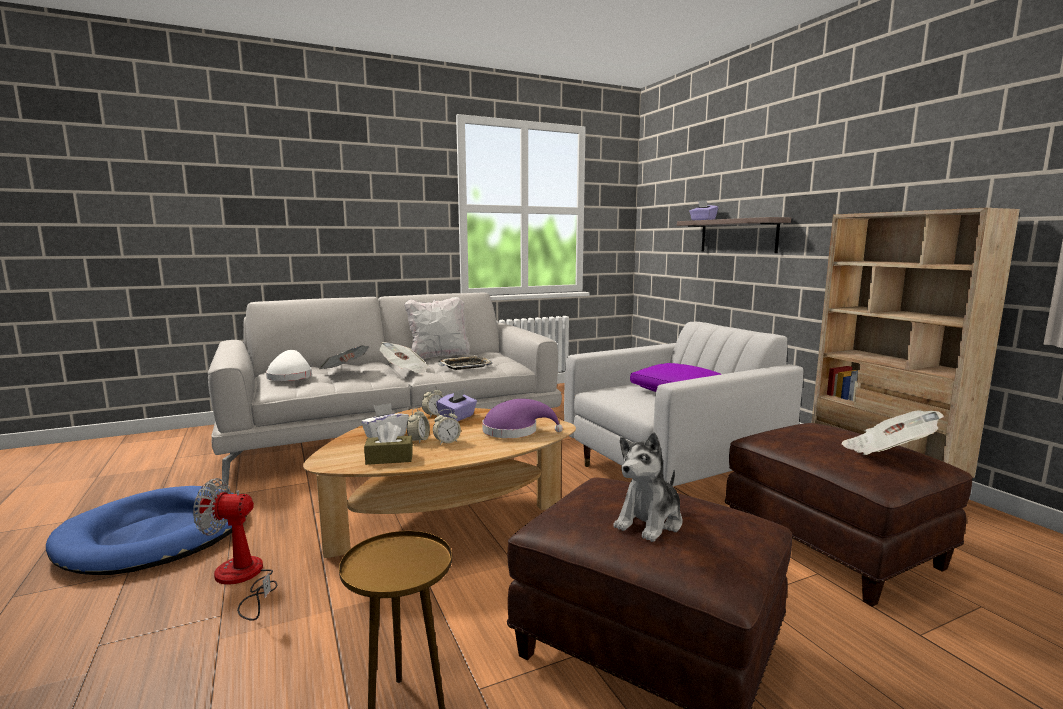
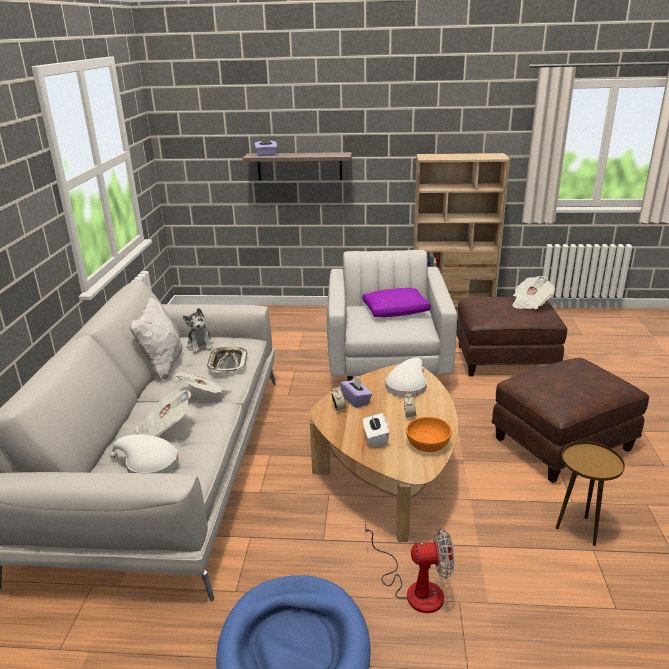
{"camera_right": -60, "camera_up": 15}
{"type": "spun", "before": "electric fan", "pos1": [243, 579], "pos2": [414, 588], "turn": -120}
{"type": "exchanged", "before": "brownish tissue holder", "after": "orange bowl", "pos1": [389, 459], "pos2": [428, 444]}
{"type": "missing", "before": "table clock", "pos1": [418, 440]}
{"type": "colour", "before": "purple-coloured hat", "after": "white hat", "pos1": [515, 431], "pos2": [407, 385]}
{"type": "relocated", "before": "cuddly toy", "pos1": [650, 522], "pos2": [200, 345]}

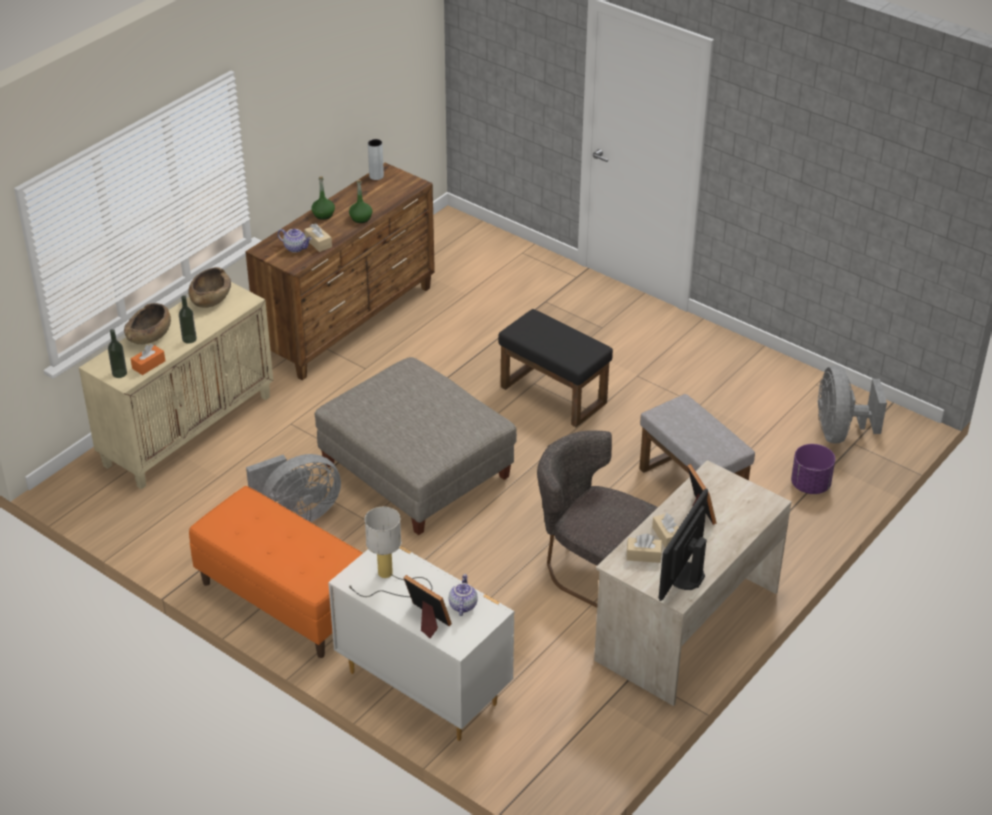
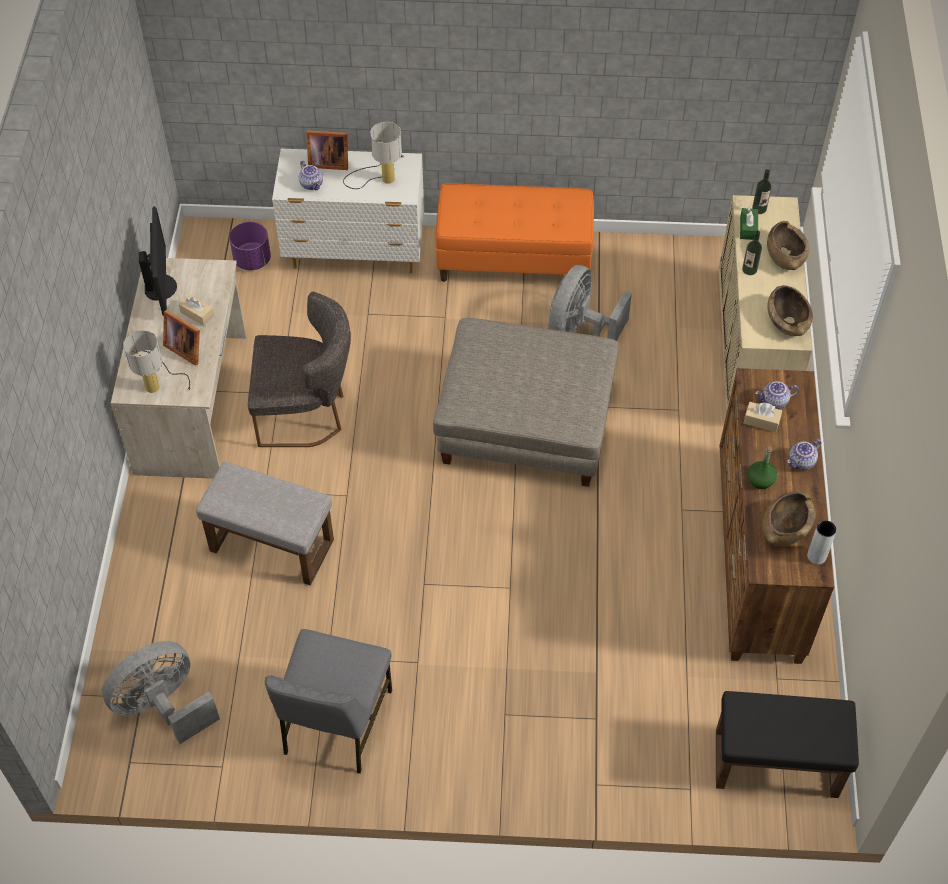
{"camera_right": 145, "camera_up": 15}
{"type": "colour", "before": "orange tissue holder", "after": "green tissue holder", "pos1": [148, 365], "pos2": [748, 228]}
{"type": "exchanged", "before": "green bottle", "after": "tea pot", "pos1": [323, 215], "pos2": [801, 462]}
{"type": "relocated", "before": "blackish ottoman", "pos1": [555, 395], "pos2": [774, 765]}
{"type": "missing", "before": "beige tissue holder", "pos1": [643, 555]}
{"type": "relocated", "before": "purple-coloured plant pot", "pos1": [810, 485], "pos2": [252, 260]}
{"type": "spun", "before": "grey electric fan", "pos1": [839, 432], "pos2": [163, 706], "turn": -90}
{"type": "appeared", "after": "tabletop lamp", "pos2": [155, 379]}
{"type": "appeared", "after": "grey chair", "pos2": [335, 723]}
{"type": "appeared", "after": "brownish bowl", "pos2": [785, 527]}

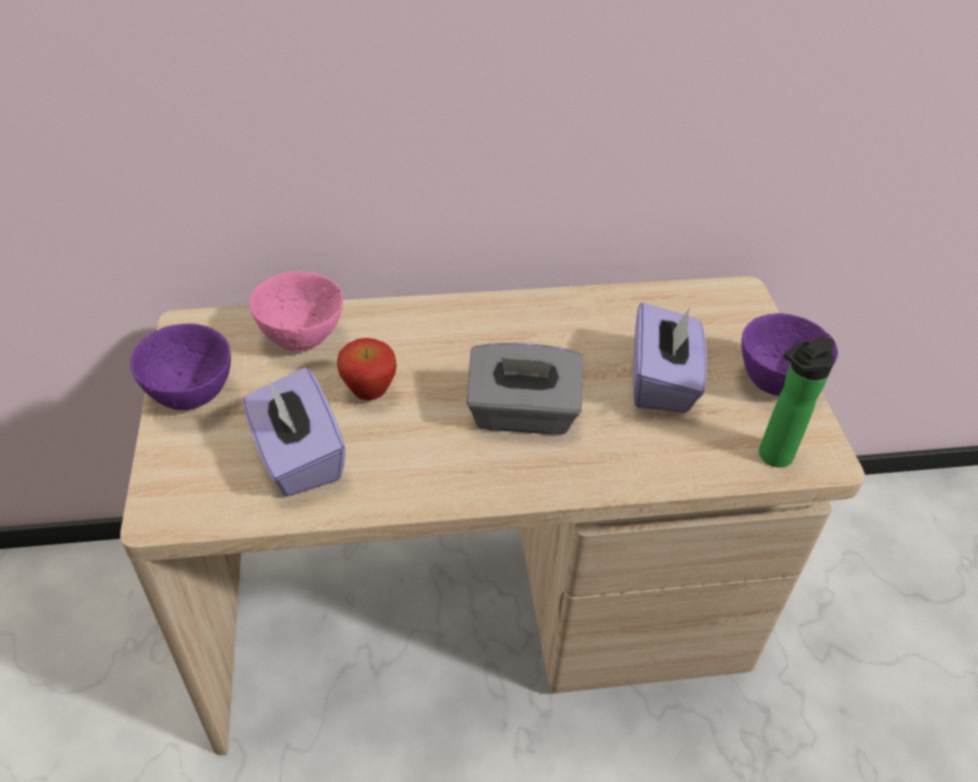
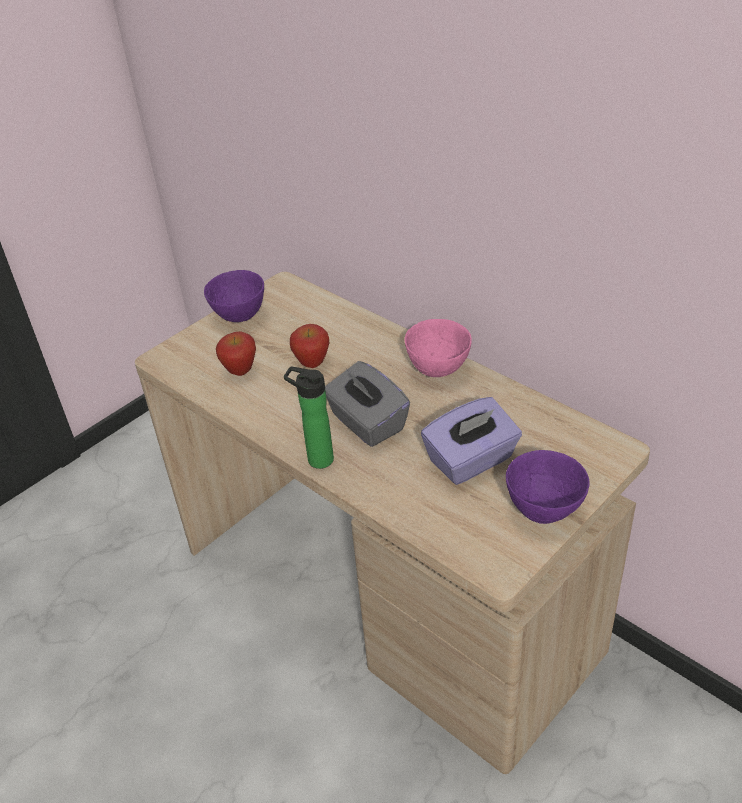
{"camera_right": 55, "camera_up": -5}
{"type": "exchanged", "before": "purple-coloured tissue holder", "after": "whole apple", "pos1": [297, 457], "pos2": [240, 371]}
{"type": "relocated", "before": "pink-coloured bowl", "pos1": [302, 338], "pos2": [439, 369]}
{"type": "relocated", "before": "bottle", "pos1": [771, 457], "pos2": [316, 459]}

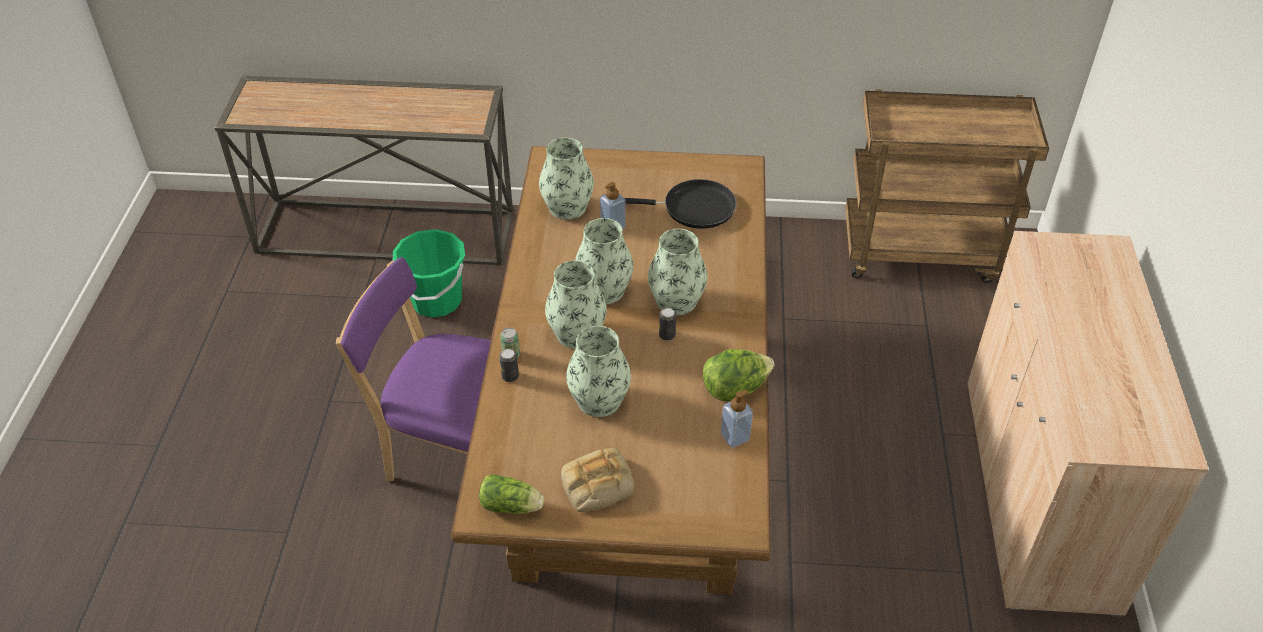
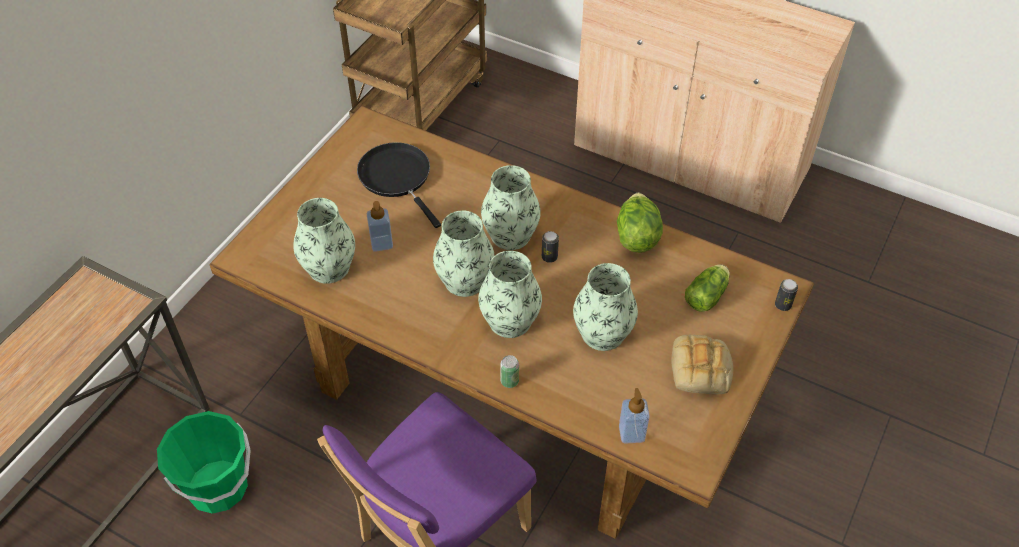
{"camera_right": -65, "camera_up": 5}
{"type": "relocated", "before": "lettuce", "pos1": [513, 506], "pos2": [707, 295]}
{"type": "relocated", "before": "metal can", "pos1": [510, 376], "pos2": [783, 305]}
{"type": "spun", "before": "blackish pan", "pos1": [693, 208], "pos2": [397, 178], "turn": -60}
{"type": "relocated", "before": "liquid soap bottle", "pos1": [735, 437], "pos2": [631, 433]}

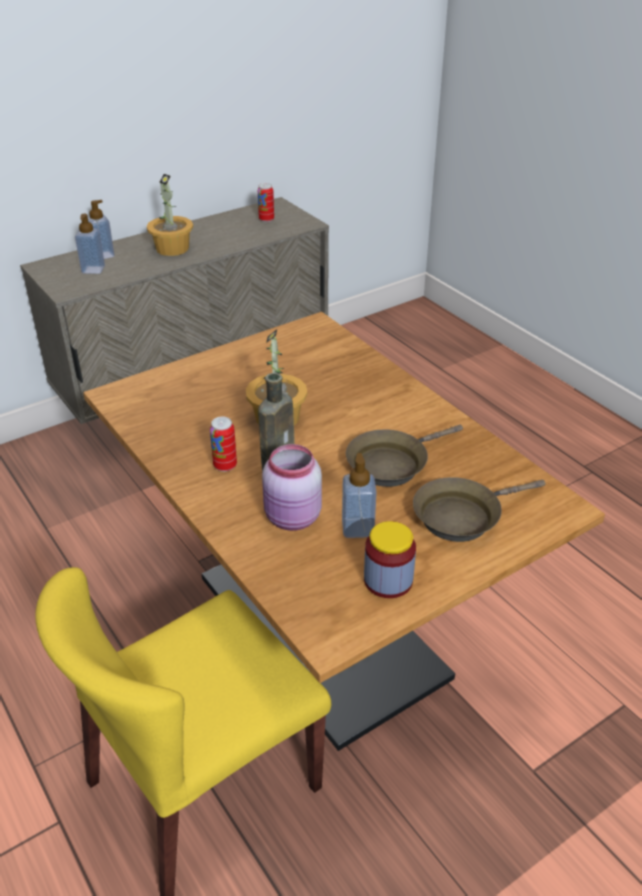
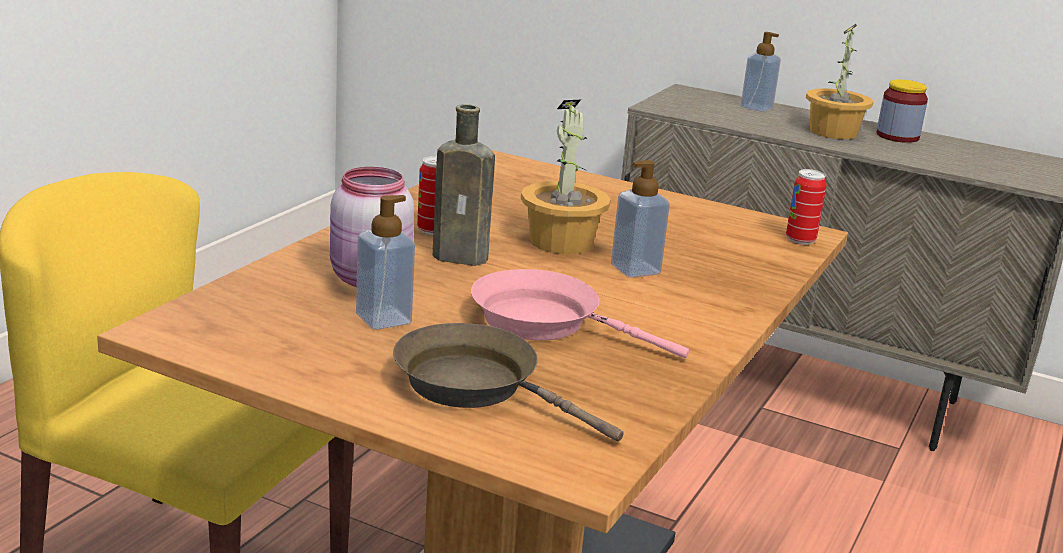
{"camera_right": 60, "camera_up": -15}
{"type": "relocated", "before": "liquid soap bottle", "pos1": [93, 269], "pos2": [635, 269]}
{"type": "relocated", "before": "metal can", "pos1": [266, 219], "pos2": [800, 240]}
{"type": "colour", "before": "brownish pan", "after": "pink-coloured pan", "pos1": [392, 464], "pos2": [545, 322]}
{"type": "relocated", "before": "storage jar", "pos1": [388, 580], "pos2": [897, 136]}

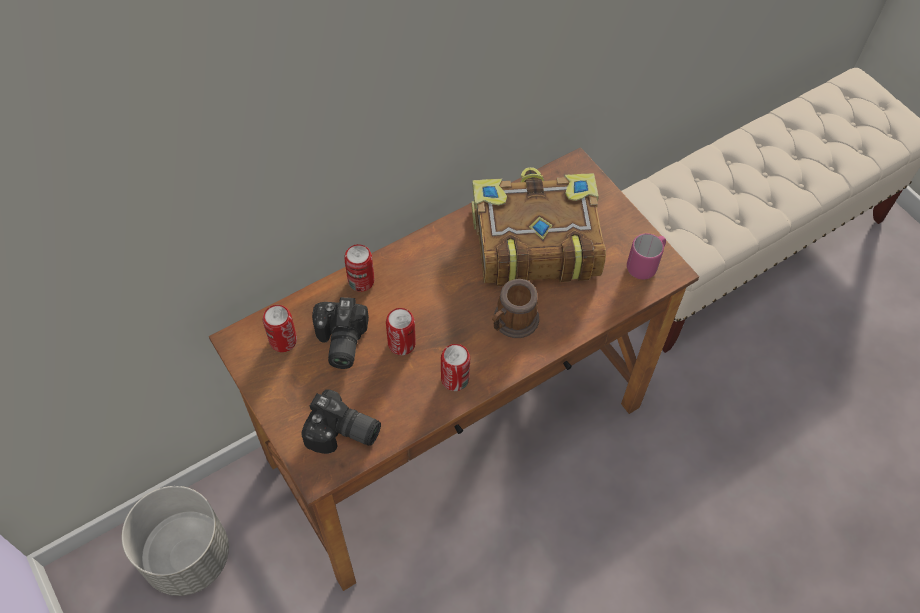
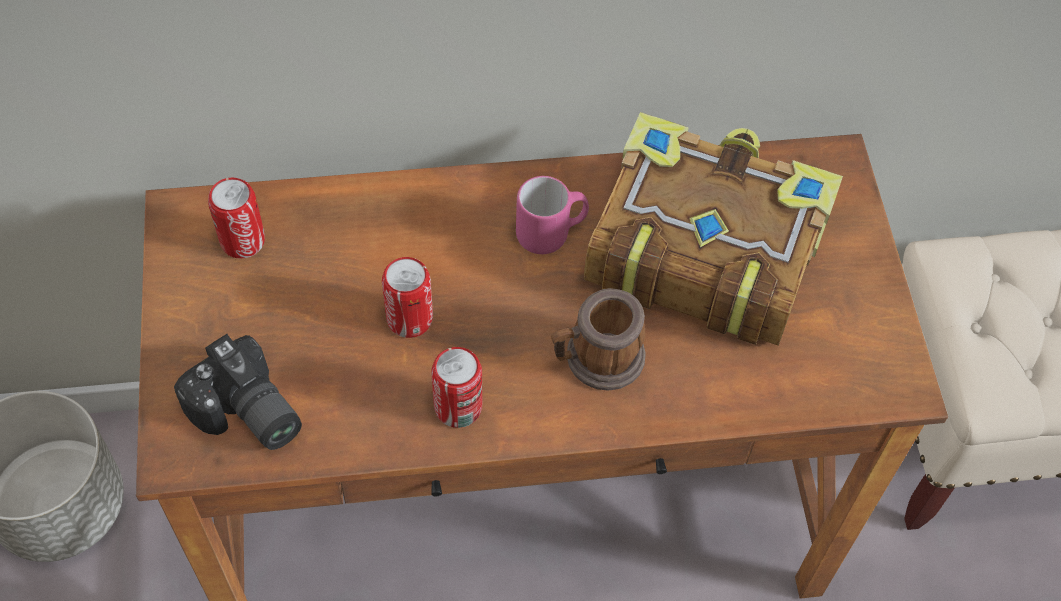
{"camera_right": 25, "camera_up": 0}
{"type": "missing", "before": "still camera", "pos1": [339, 342]}
{"type": "missing", "before": "metal can", "pos1": [361, 281]}
{"type": "relocated", "before": "pink-coloured coffee mug", "pos1": [645, 265], "pos2": [551, 233]}

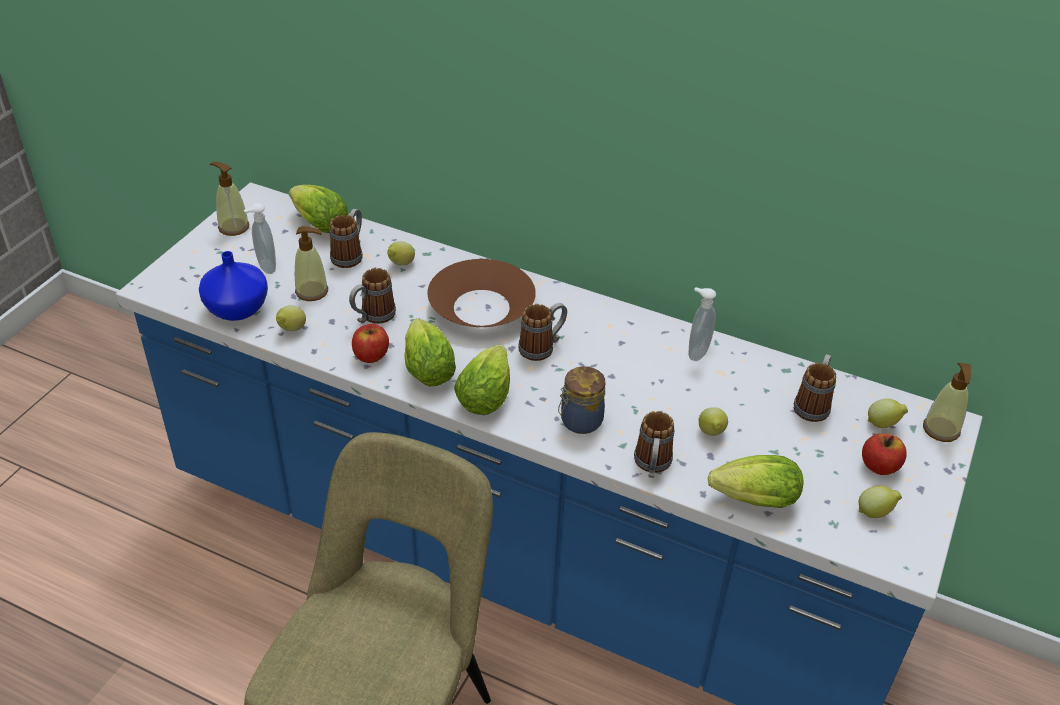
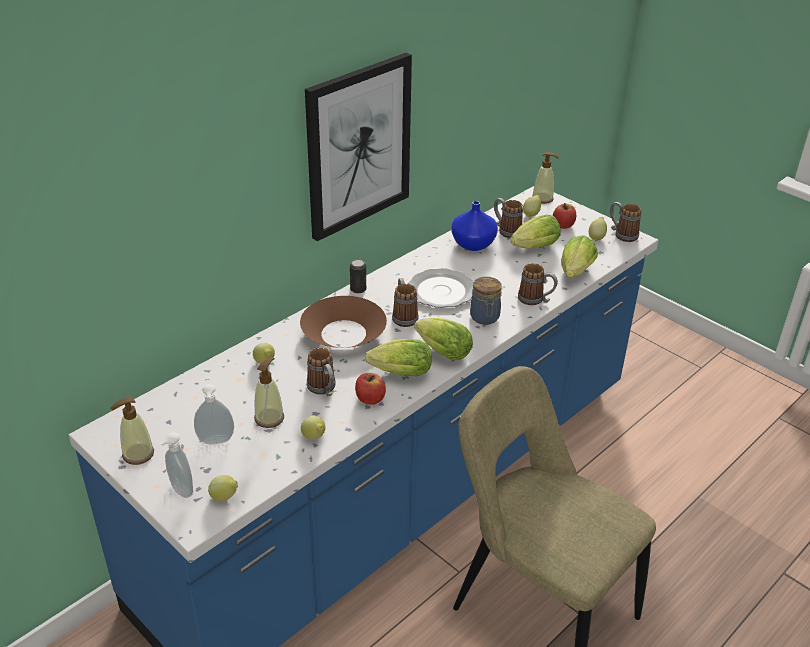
{"camera_right": -70, "camera_up": -5}
{"type": "relocated", "before": "bluish decorative vase", "pos1": [238, 308], "pos2": [472, 244]}
{"type": "relocated", "before": "lettuce", "pos1": [317, 223], "pos2": [532, 248]}
{"type": "relocated", "before": "coffee mug", "pos1": [350, 255], "pos2": [621, 234]}
{"type": "relocated", "before": "liquid soap bottle", "pos1": [696, 352], "pos2": [180, 491]}
{"type": "relocated", "before": "lemon", "pos1": [711, 433], "pos2": [225, 498]}
{"type": "appeared", "after": "wall art", "pos2": [358, 146]}
{"type": "appeared", "after": "metal can", "pos2": [358, 289]}
{"type": "appeared", "after": "dinner plate", "pos2": [440, 290]}

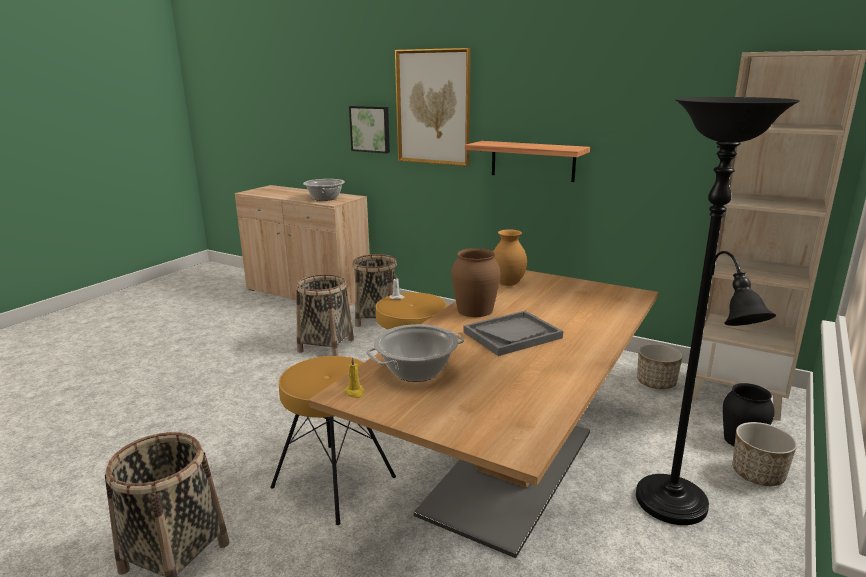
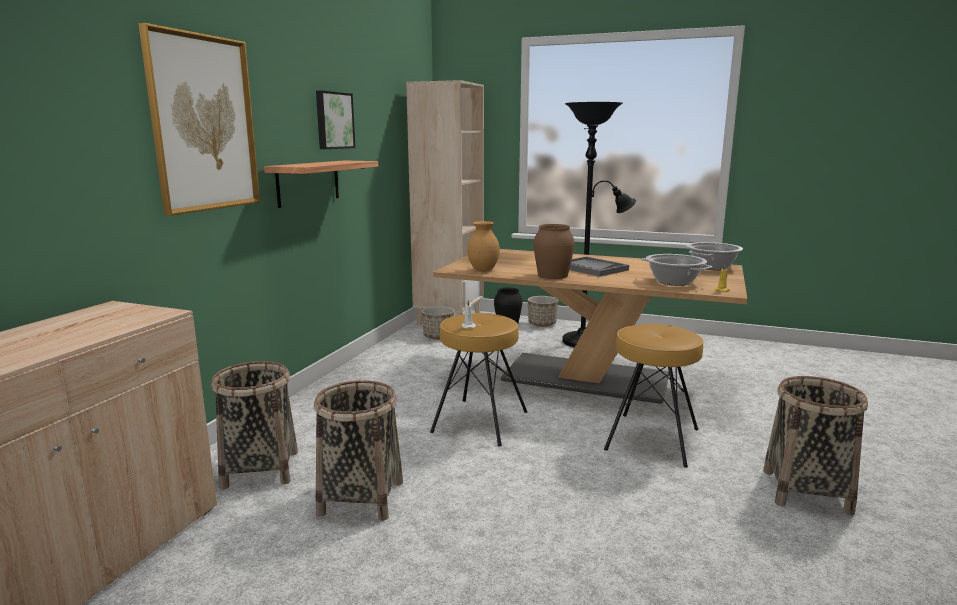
{"camera_right": -100, "camera_up": -5}
{"type": "relocated", "before": "cooking pot", "pos1": [325, 198], "pos2": [712, 267]}
{"type": "relocated", "before": "wall art", "pos1": [370, 129], "pos2": [333, 120]}

